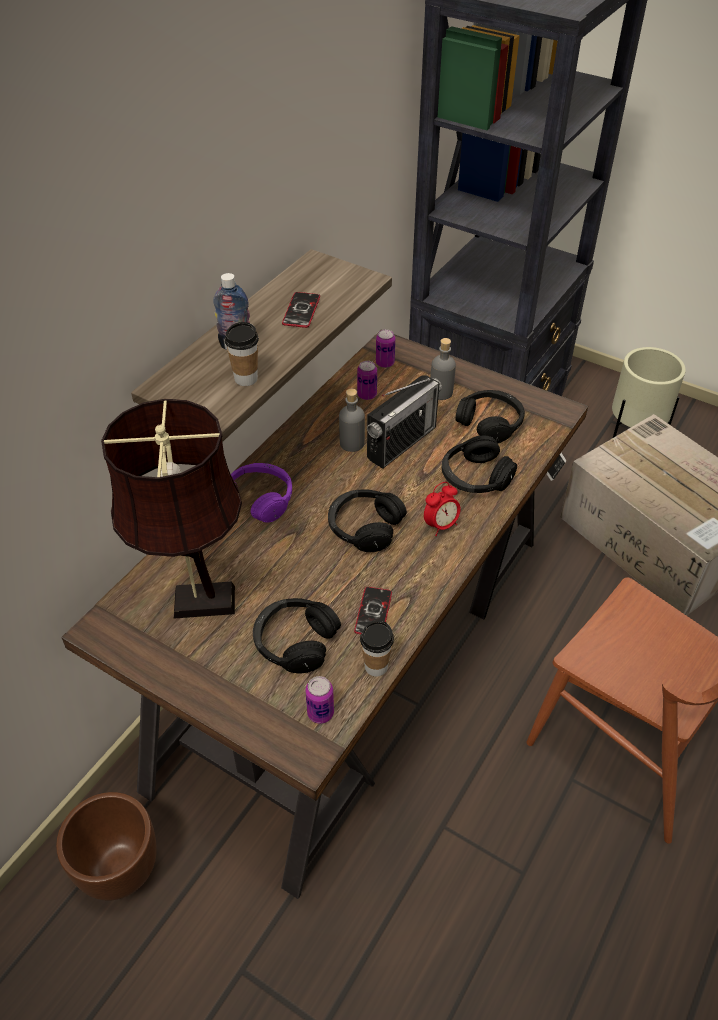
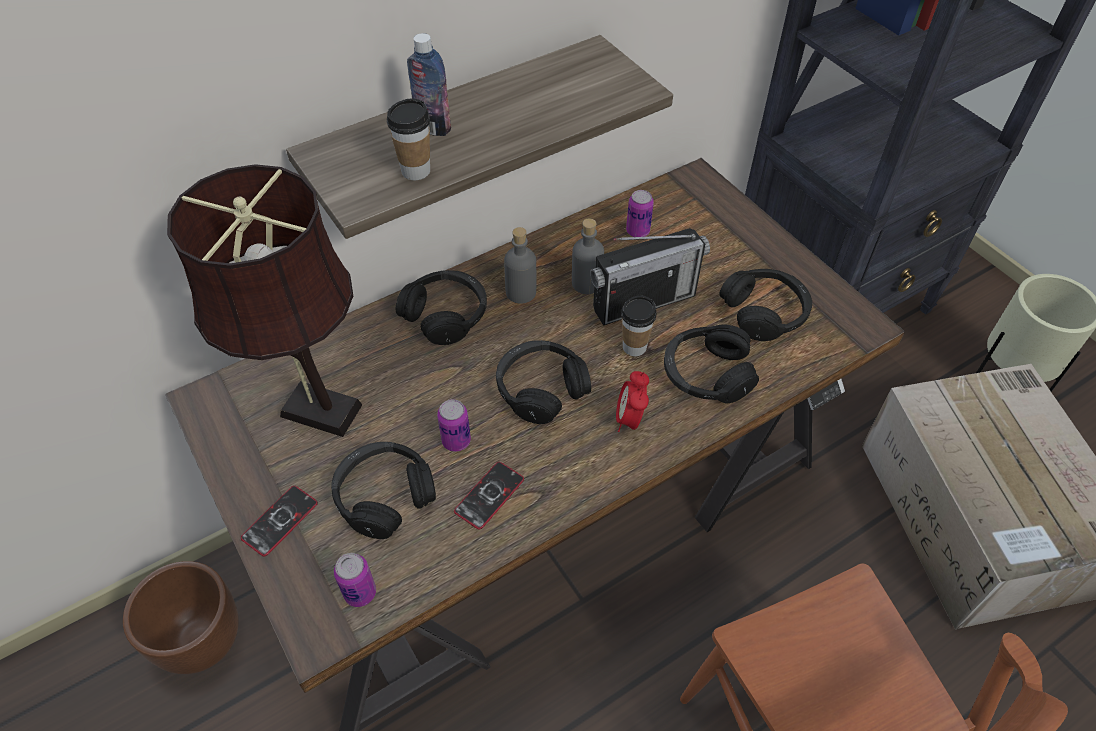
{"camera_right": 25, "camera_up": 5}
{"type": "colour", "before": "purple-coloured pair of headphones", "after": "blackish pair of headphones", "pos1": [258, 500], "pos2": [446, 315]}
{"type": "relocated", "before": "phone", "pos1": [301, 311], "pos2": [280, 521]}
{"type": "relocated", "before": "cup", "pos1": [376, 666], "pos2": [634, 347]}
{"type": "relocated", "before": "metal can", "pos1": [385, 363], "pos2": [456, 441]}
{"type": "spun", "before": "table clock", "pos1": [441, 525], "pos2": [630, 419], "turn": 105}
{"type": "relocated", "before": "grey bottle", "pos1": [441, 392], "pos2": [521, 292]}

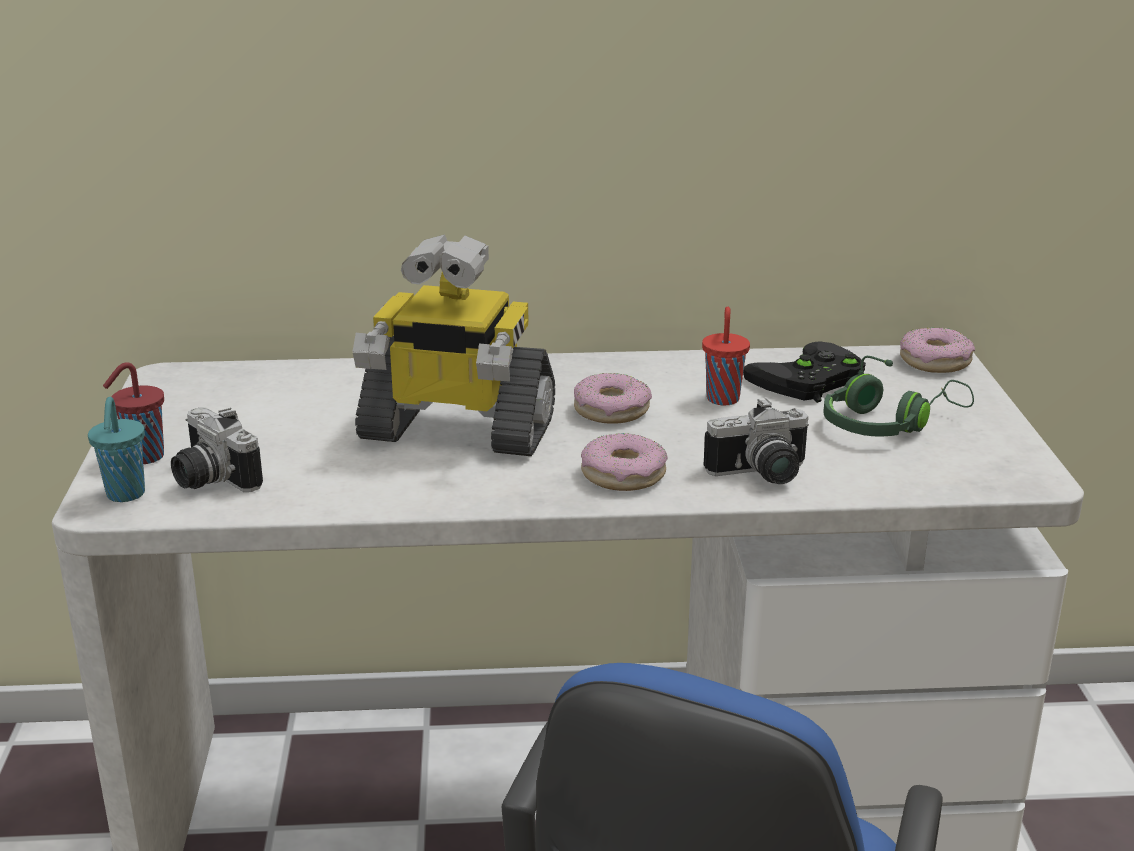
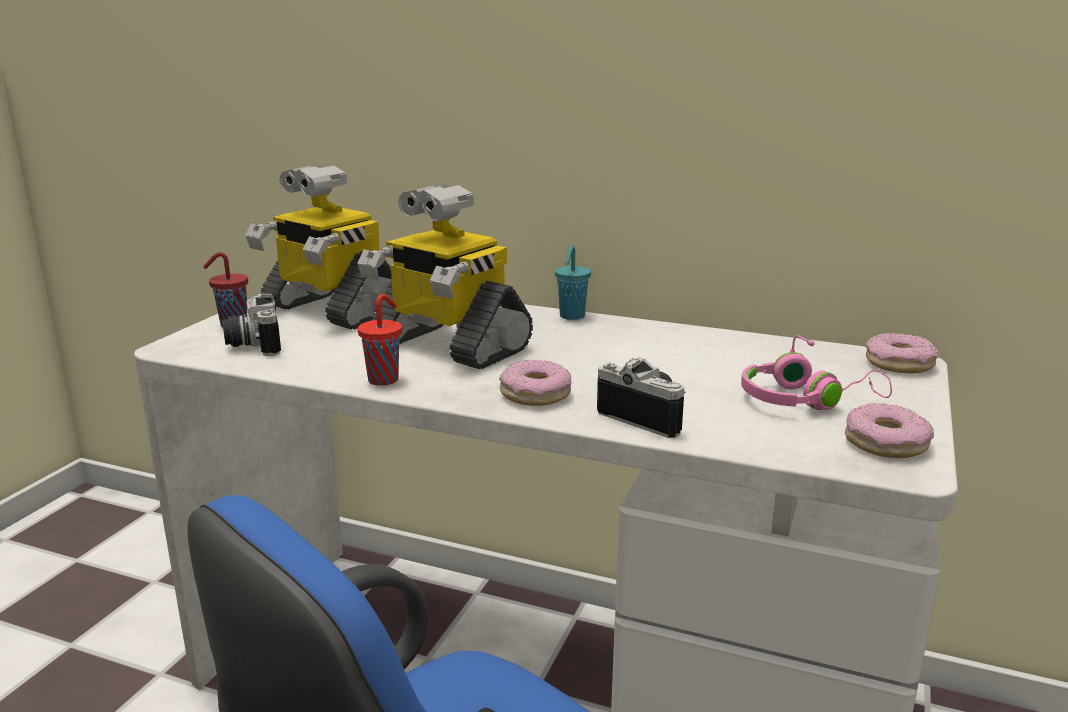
{"camera_right": 25, "camera_up": -5}
{"type": "relocated", "before": "blue-green cup", "pos1": [125, 495], "pos2": [571, 317]}
{"type": "relocated", "before": "ring doughnut", "pos1": [611, 410], "pos2": [886, 443]}
{"type": "relocated", "before": "red cup", "pos1": [723, 398], "pos2": [384, 379]}
{"type": "spun", "before": "still camera", "pos1": [762, 475], "pos2": [648, 416], "turn": -150}
{"type": "missing", "before": "blackish game controller", "pos1": [807, 381]}
{"type": "colour", "before": "green pair of headphones", "after": "pink-coloured pair of headphones", "pos1": [888, 423], "pos2": [805, 400]}
{"type": "appeared", "after": "robot figure", "pos2": [330, 310]}

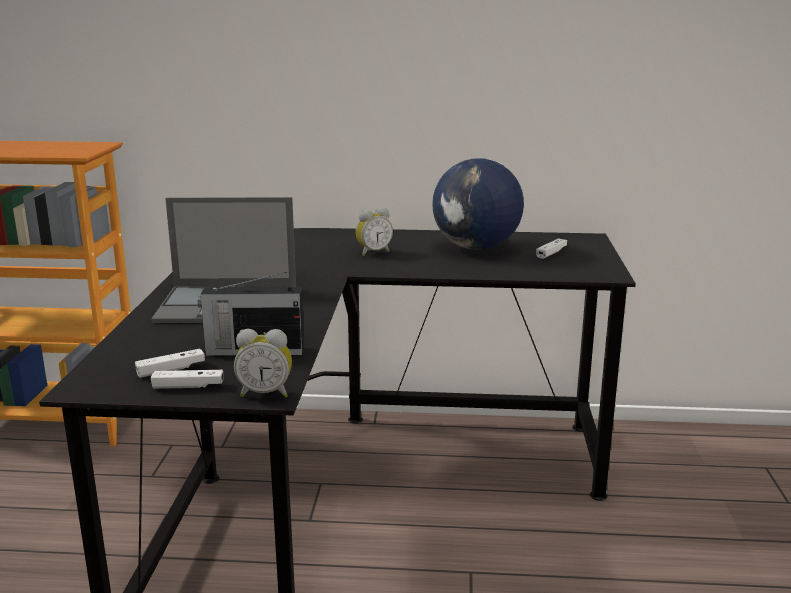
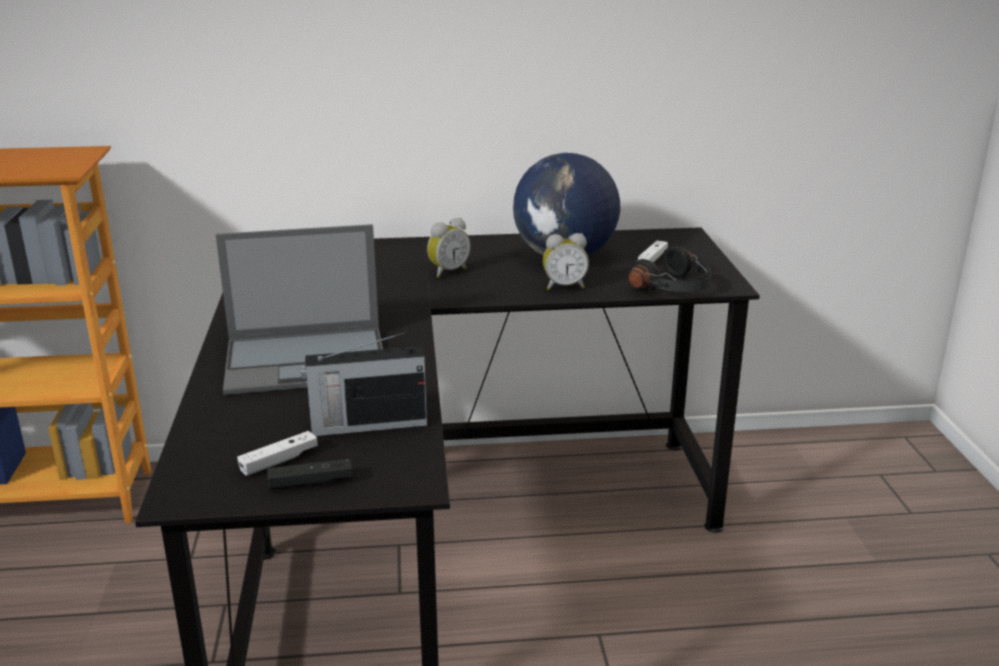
{"camera_right": -10, "camera_up": 5}
{"type": "colour", "before": "white game controller", "after": "blackish game controller", "pos1": [188, 386], "pos2": [311, 482]}
{"type": "relocated", "before": "table clock", "pos1": [265, 393], "pos2": [564, 286]}
{"type": "appeared", "after": "blackish pair of headphones", "pos2": [674, 288]}

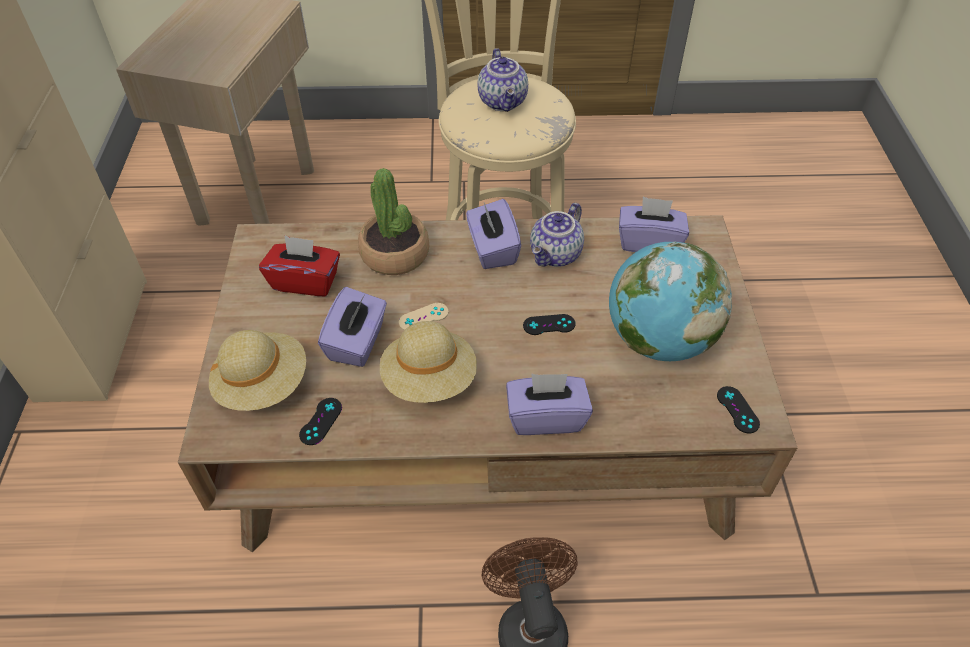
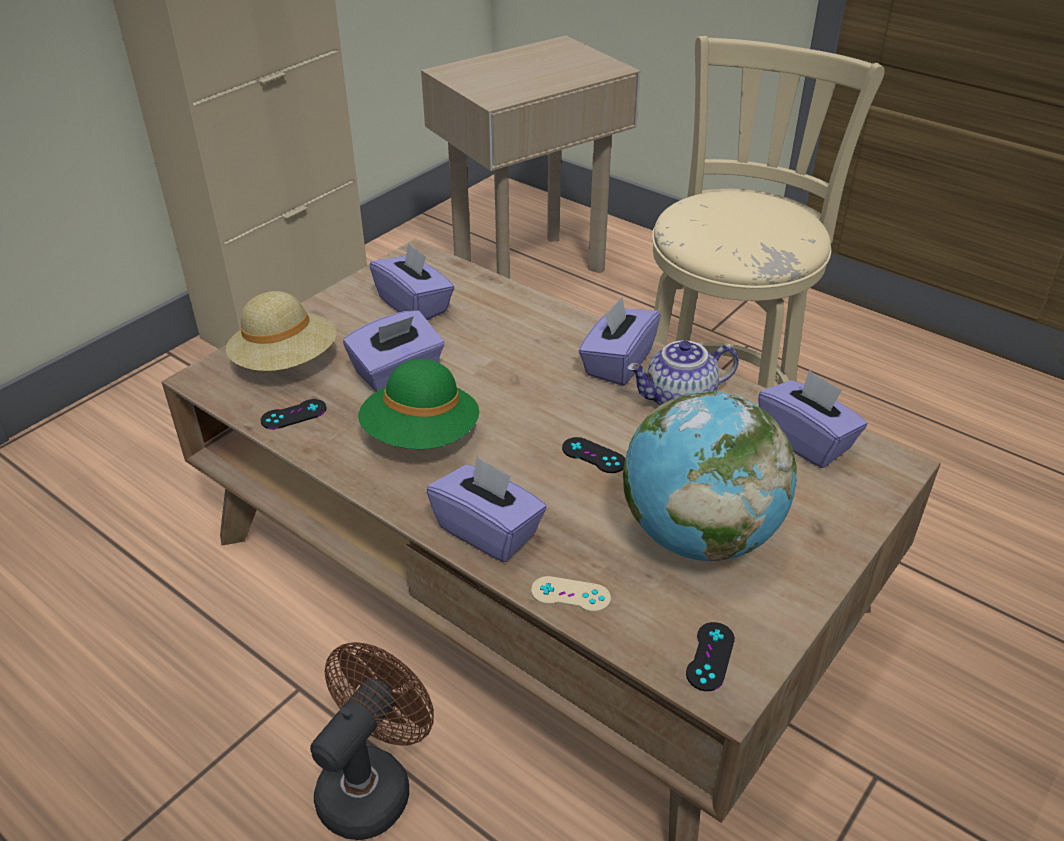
{"camera_right": 40, "camera_up": -10}
{"type": "colour", "before": "red tissue holder", "after": "purple-coloured tissue holder", "pos1": [305, 281], "pos2": [414, 305]}
{"type": "missing", "before": "potted plant", "pos1": [395, 254]}
{"type": "colour", "before": "beige hat", "after": "green hat", "pos1": [430, 380], "pos2": [421, 436]}
{"type": "relocated", "before": "beige game controller", "pos1": [423, 317], "pos2": [570, 594]}
{"type": "missing", "before": "tea pot", "pos1": [504, 102]}

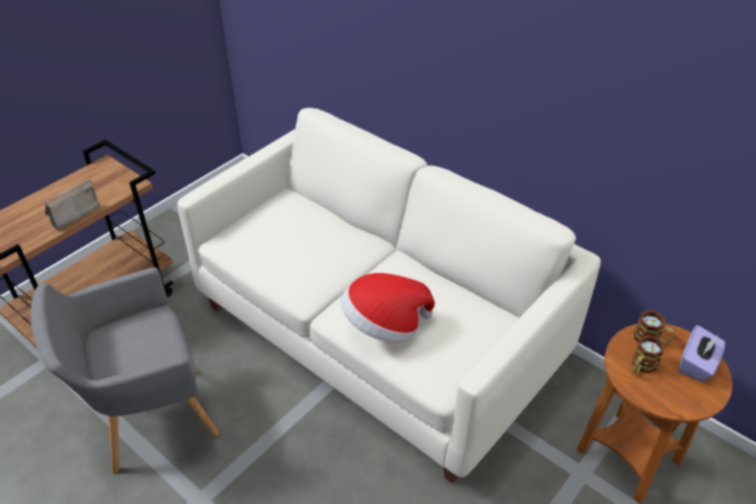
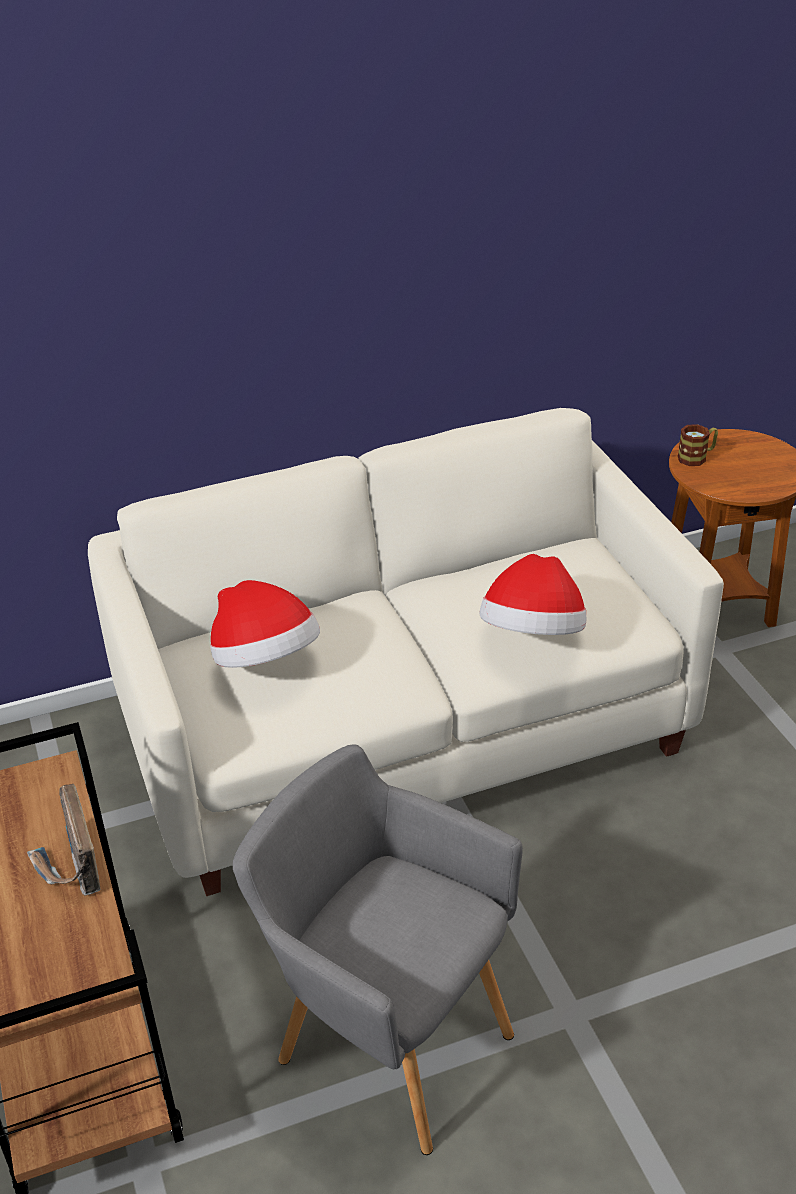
{"camera_right": -60, "camera_up": -5}
{"type": "spun", "before": "grey armchair", "pos1": [150, 420], "pos2": [386, 1039], "turn": 120}
{"type": "missing", "before": "coffee mug", "pos1": [641, 366]}
{"type": "missing", "before": "purple-coloured tissue holder", "pos1": [697, 364]}
{"type": "appeared", "after": "hat", "pos2": [265, 660]}

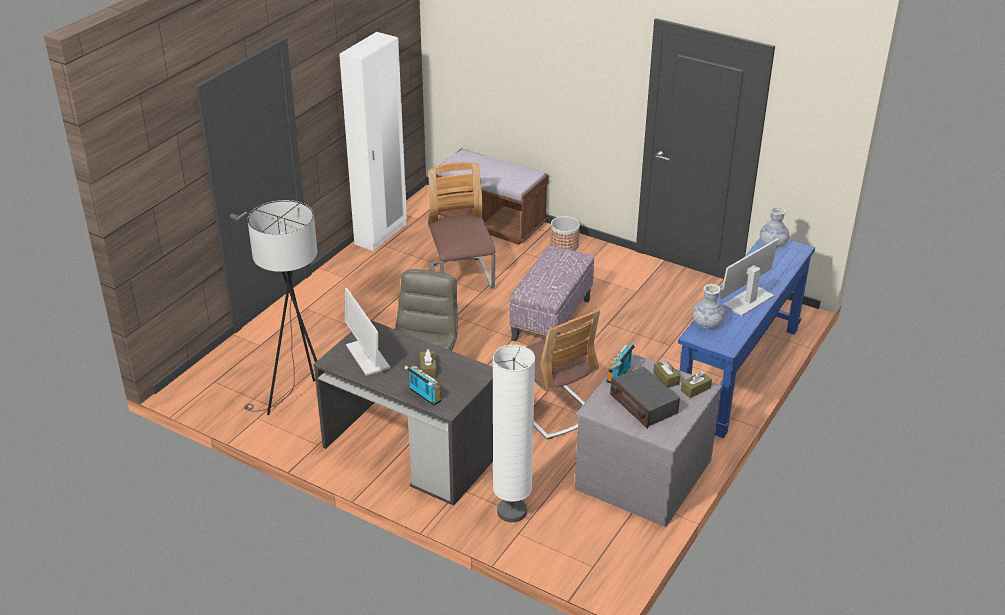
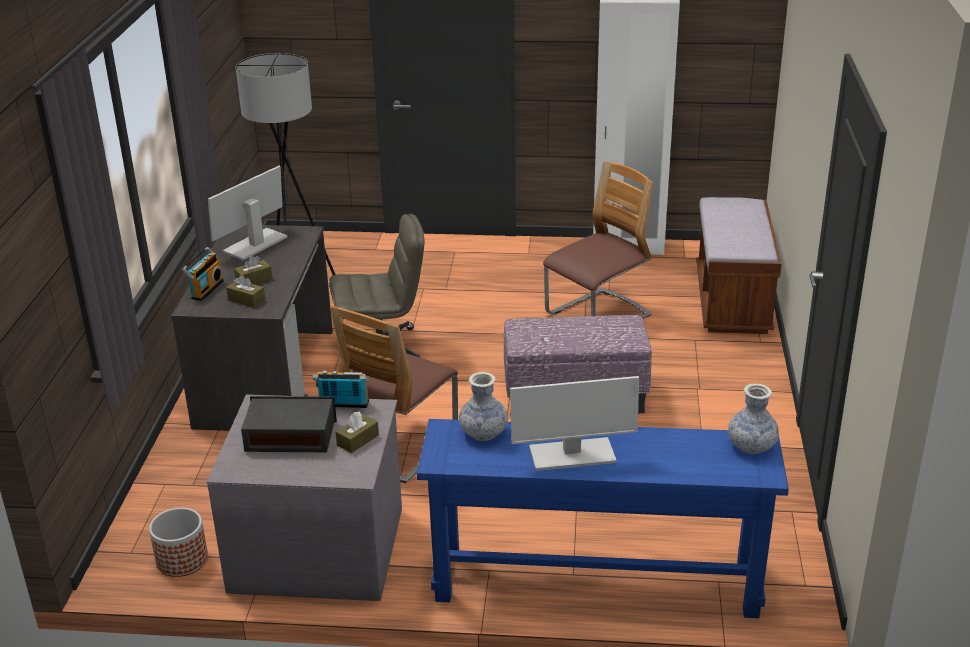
{"camera_right": 65, "camera_up": -5}
{"type": "missing", "before": "white floor lamp", "pos1": [511, 511]}
{"type": "relocated", "before": "plant pot", "pos1": [564, 246], "pos2": [182, 560]}
{"type": "spun", "before": "radio", "pos1": [643, 404], "pos2": [290, 436], "turn": 60}
{"type": "relocated", "before": "brownish tissue holder", "pos1": [695, 389], "pos2": [246, 299]}
{"type": "spun", "before": "monitor", "pos1": [748, 300], "pos2": [571, 455], "turn": 150}

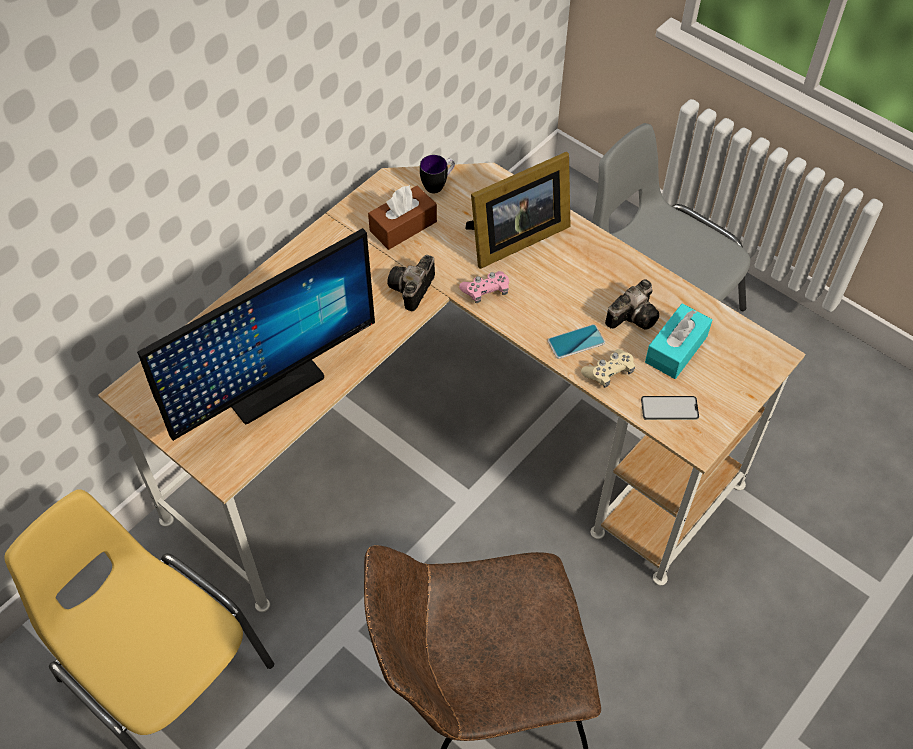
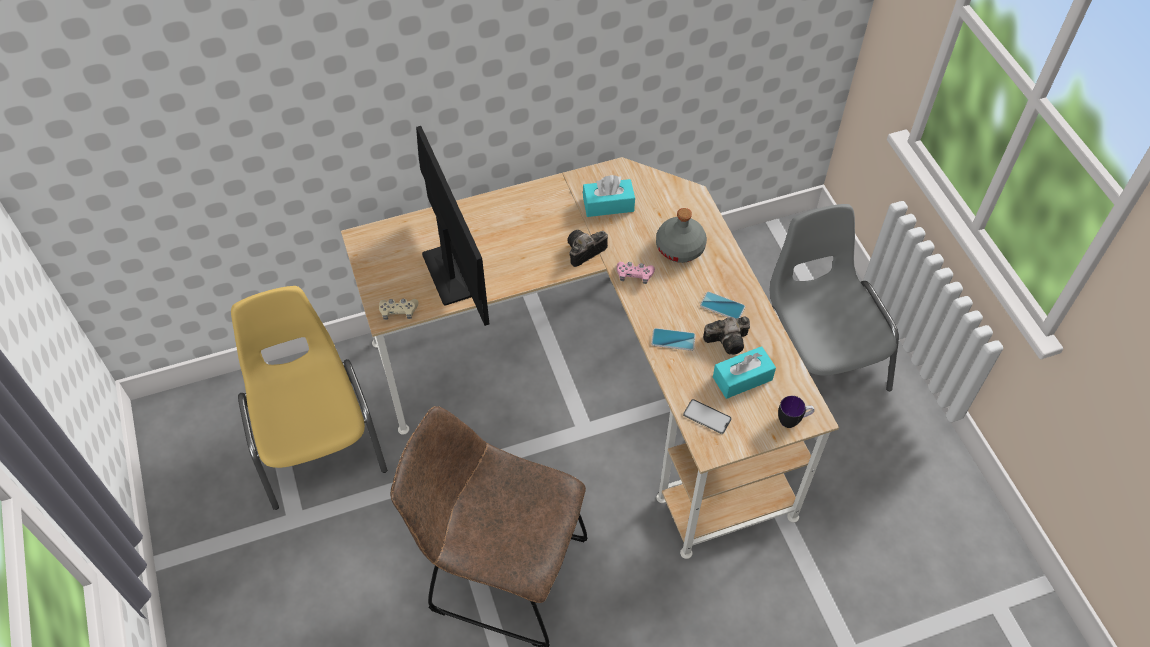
{"camera_right": 30, "camera_up": 0}
{"type": "spun", "before": "monitor", "pos1": [272, 385], "pos2": [450, 274], "turn": -105}
{"type": "colour", "before": "brownish tissue holder", "after": "blue-green tissue holder", "pos1": [403, 226], "pos2": [608, 205]}
{"type": "relocated", "before": "coffee mug", "pos1": [438, 185], "pos2": [793, 420]}
{"type": "exchanged", "before": "picture frame", "after": "grey bottle", "pos1": [514, 238], "pos2": [680, 247]}
{"type": "relocated", "before": "beige game controller", "pos1": [608, 372], "pos2": [398, 312]}
{"type": "appeared", "after": "phone", "pos2": [722, 306]}

